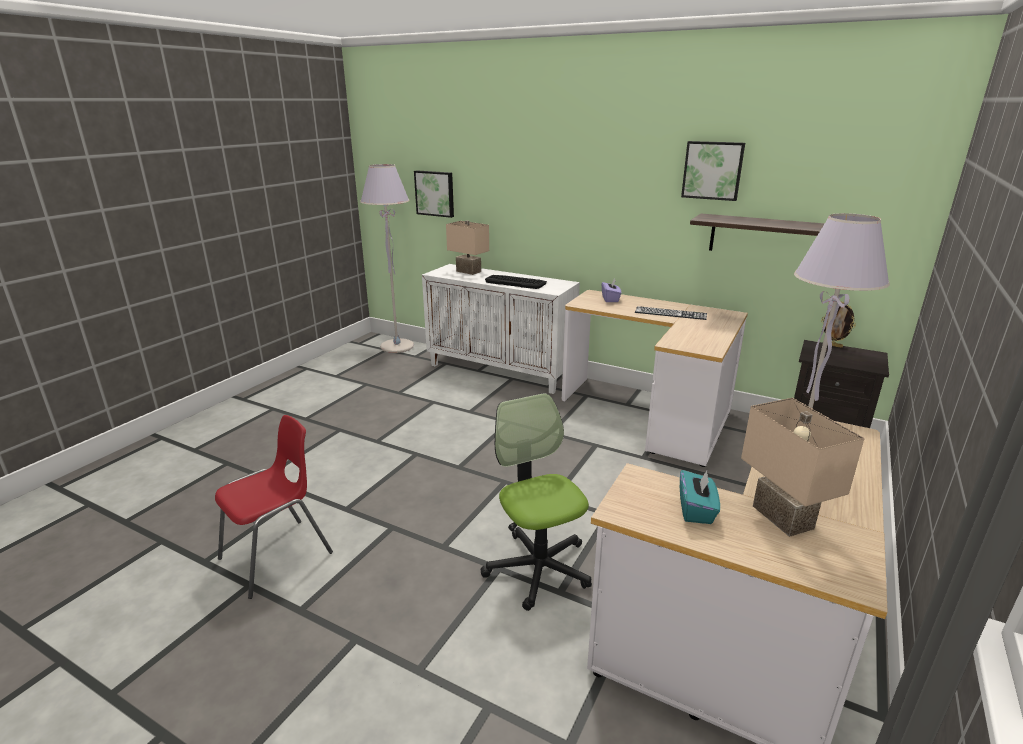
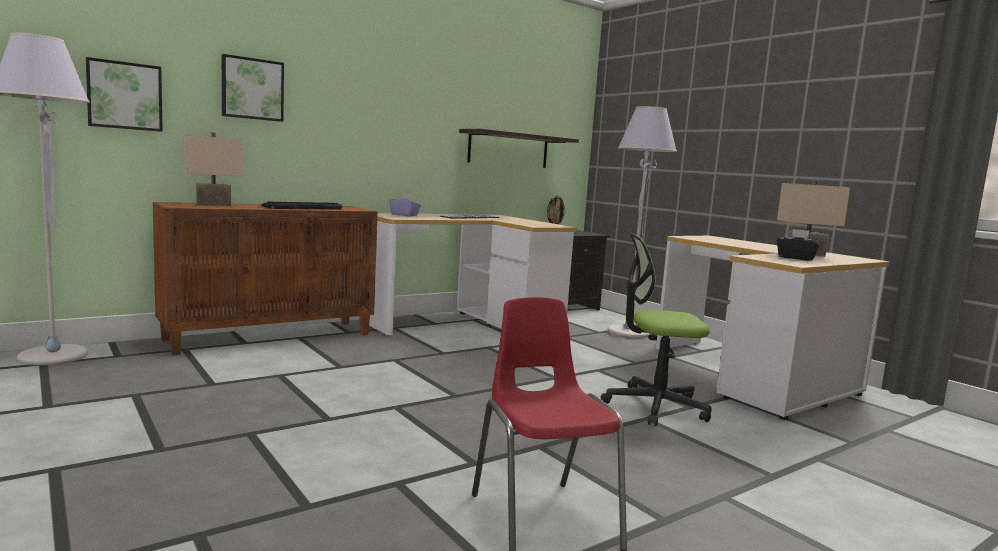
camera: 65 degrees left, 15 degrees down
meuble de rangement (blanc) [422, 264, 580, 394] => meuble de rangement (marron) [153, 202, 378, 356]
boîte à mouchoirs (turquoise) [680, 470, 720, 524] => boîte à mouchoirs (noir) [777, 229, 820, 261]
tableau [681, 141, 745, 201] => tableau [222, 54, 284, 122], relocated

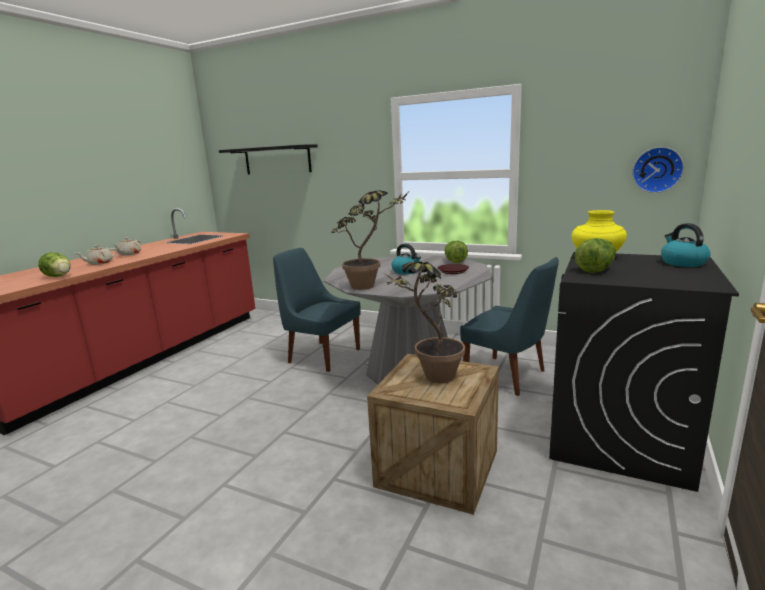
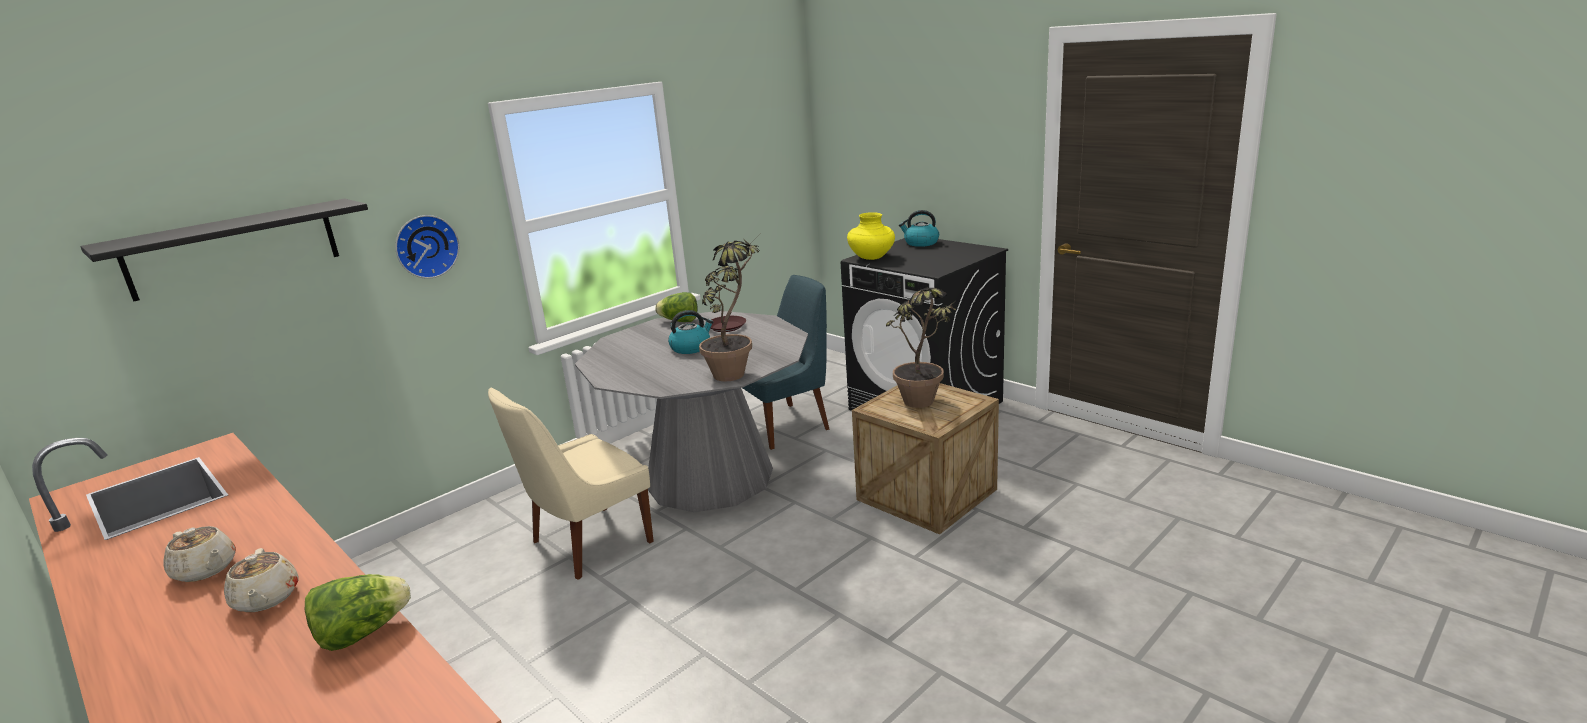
camera: 70 degrees left, 5 degrees up
chaise (bleu) [273, 248, 360, 372] => chaise (beige) [488, 388, 654, 580]
laitue [575, 238, 616, 273] => nothing
horloge murale [632, 147, 684, 193] => horloge murale [395, 215, 460, 279], relocated

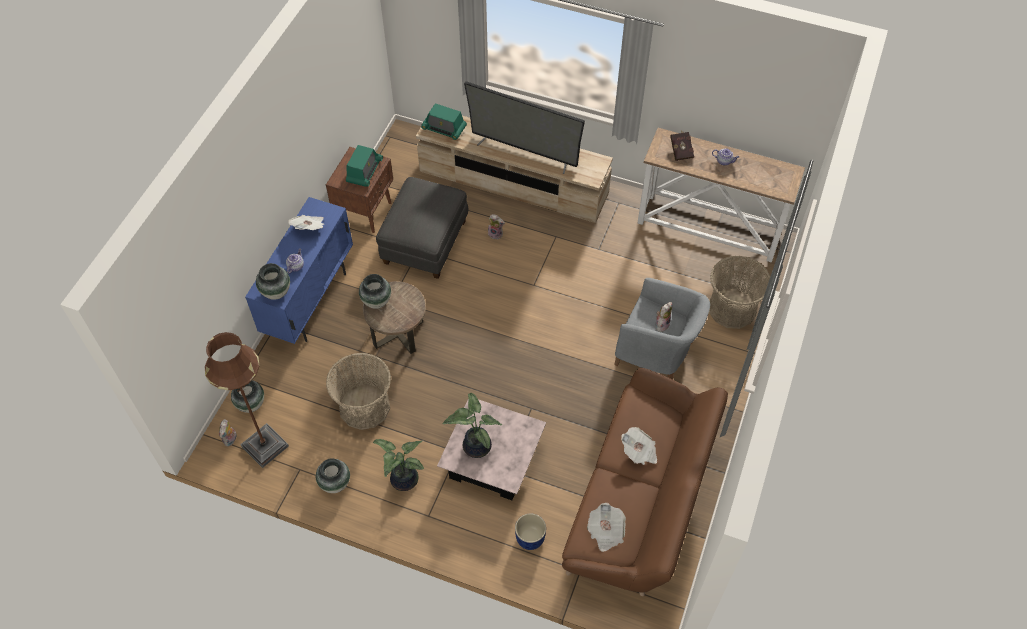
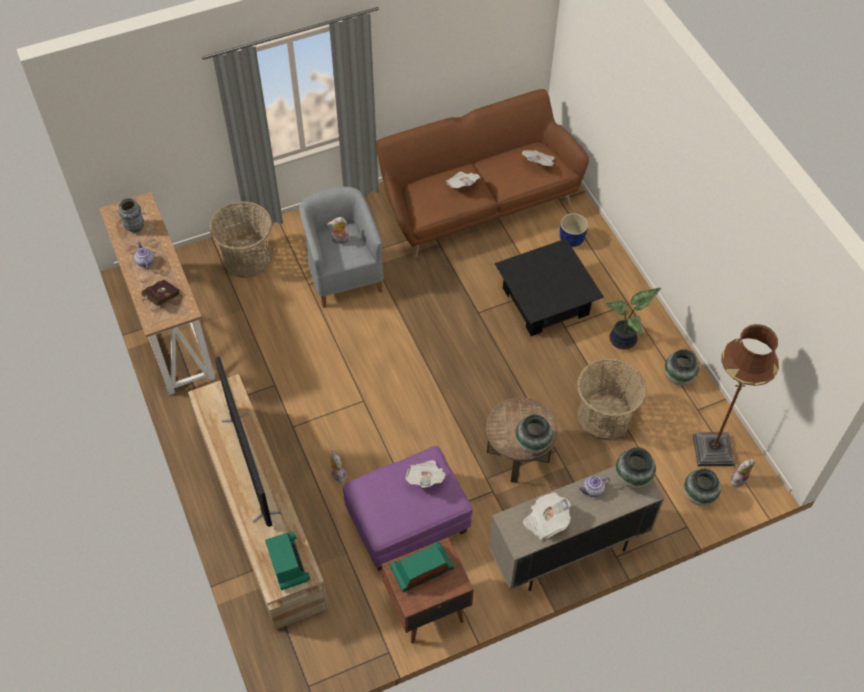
camera: 135 degrees left, 0 degrees up
meuble de rangement (bleu) [245, 197, 353, 344] => meuble de rangement (beige) [488, 466, 664, 591]
pouf (gris) [376, 177, 468, 279] => pouf (violet) [343, 446, 473, 571]
table basse (rose) [437, 398, 546, 500] => table basse (noir) [495, 239, 604, 336]
plante en pot [443, 393, 502, 458] => nothing
nothing => vase [119, 198, 144, 233]
nothing => journal [405, 460, 446, 488]

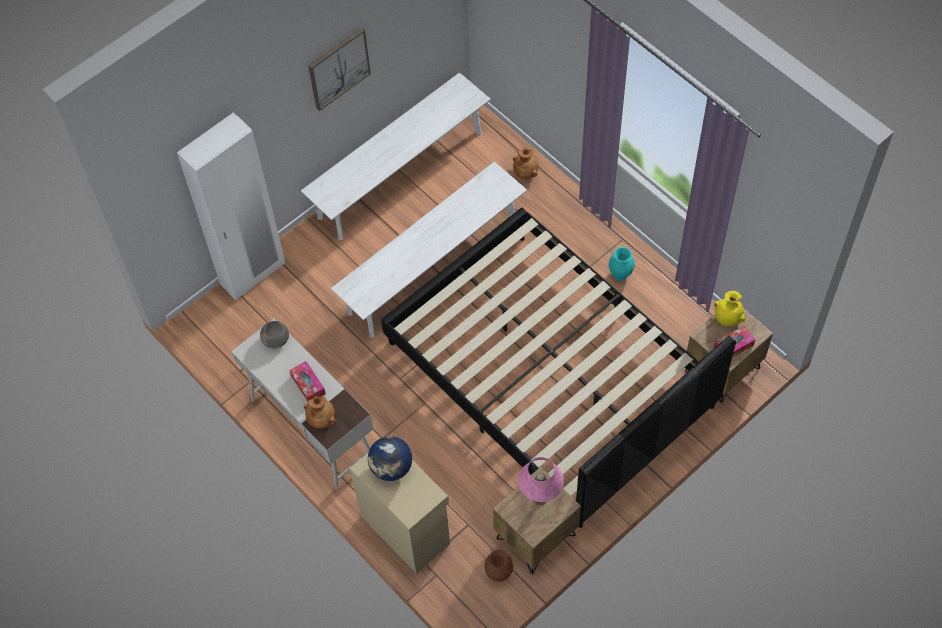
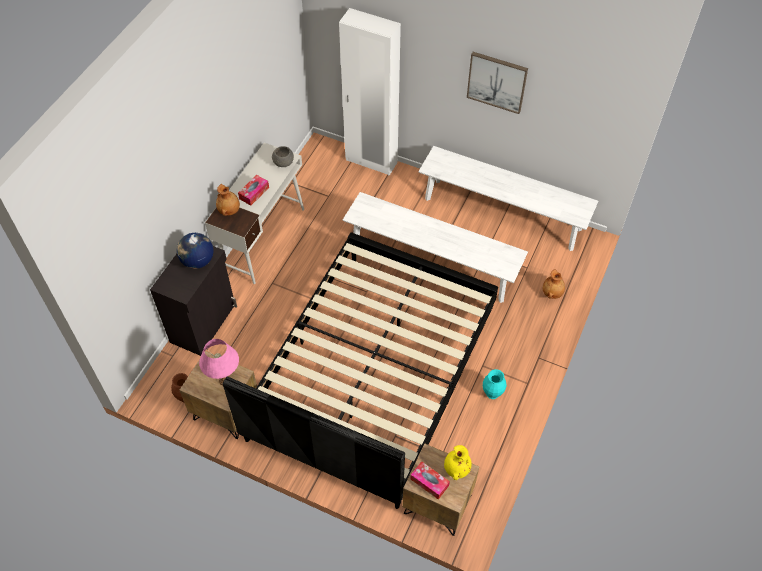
camera: 65 degrees right, 5 degrees down
meuble de rangement (beige) [350, 452, 450, 574] => meuble de rangement (noir) [150, 246, 237, 356]

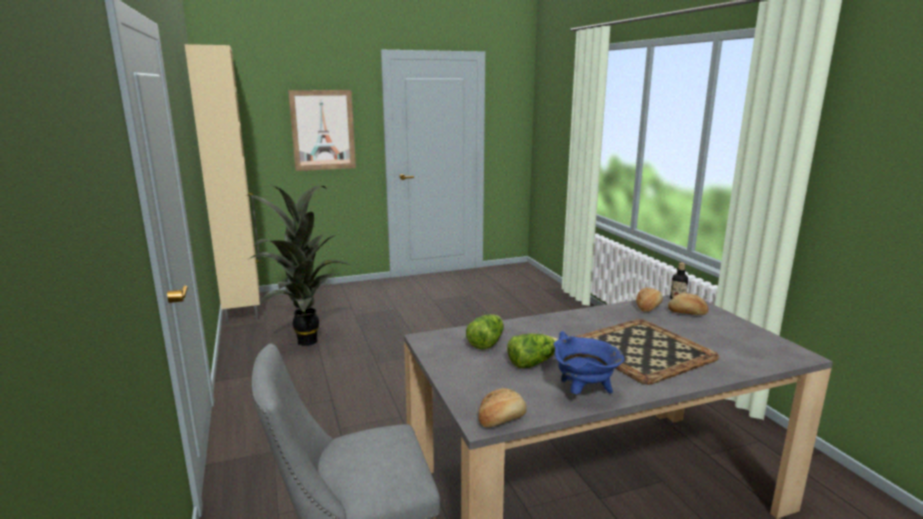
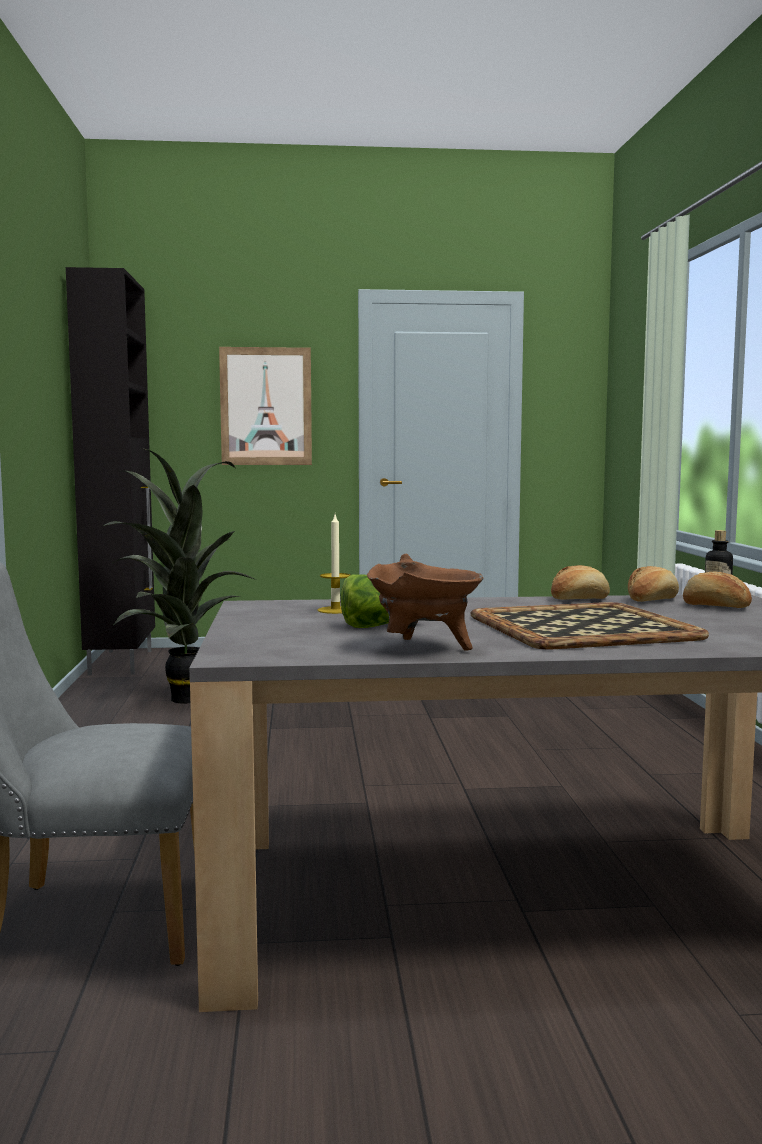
camera: 15 degrees right, 10 degrees down
meuble de rangement (beige) [184, 44, 260, 325] => meuble de rangement (noir) [66, 267, 155, 675]
laitue [466, 314, 504, 350] => bougie [317, 515, 350, 614]
pain [479, 388, 527, 427] => pain [551, 565, 610, 599], relocated
marmite (bleu) [553, 331, 624, 394] => marmite (marron) [367, 554, 484, 651]

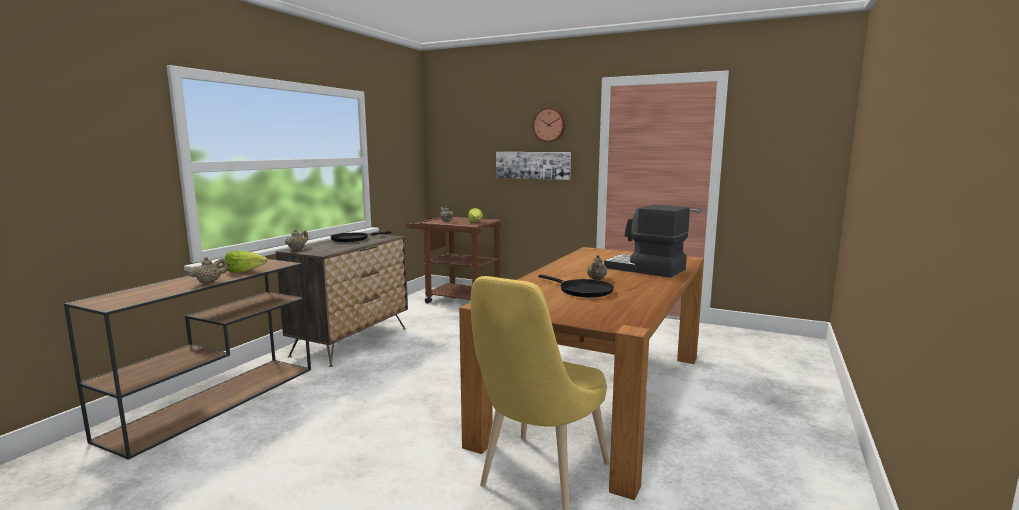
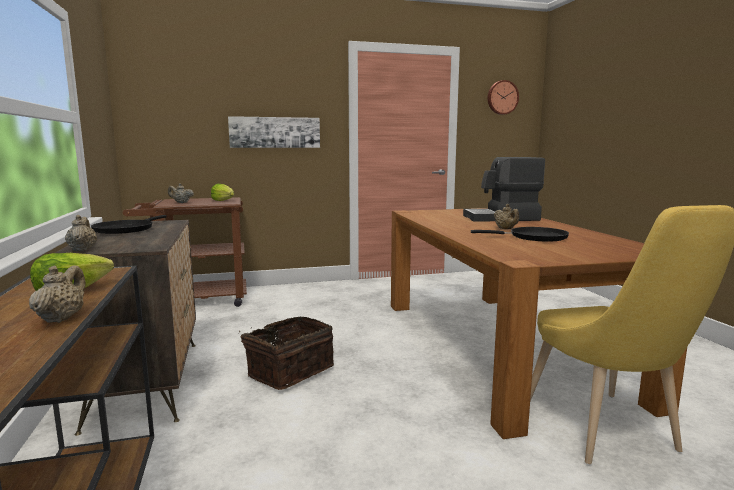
camera: 40 degrees left, 0 degrees up
horloge murale [533, 108, 565, 142] => horloge murale [488, 80, 519, 115], relocated
nothing => panier [238, 317, 334, 390]

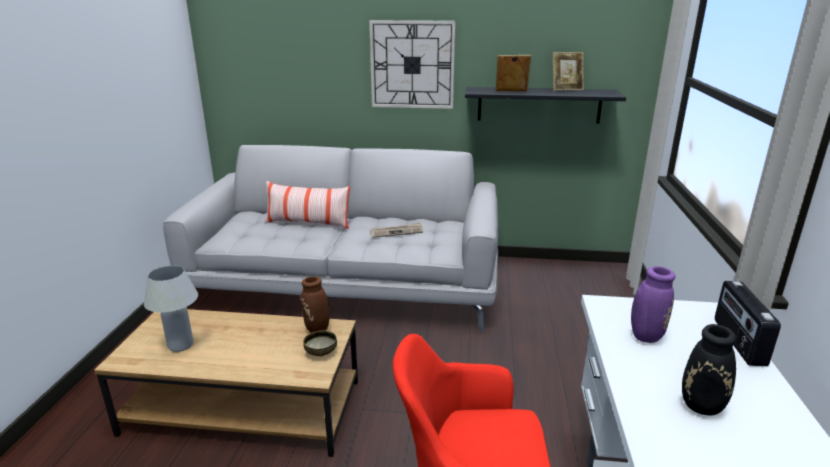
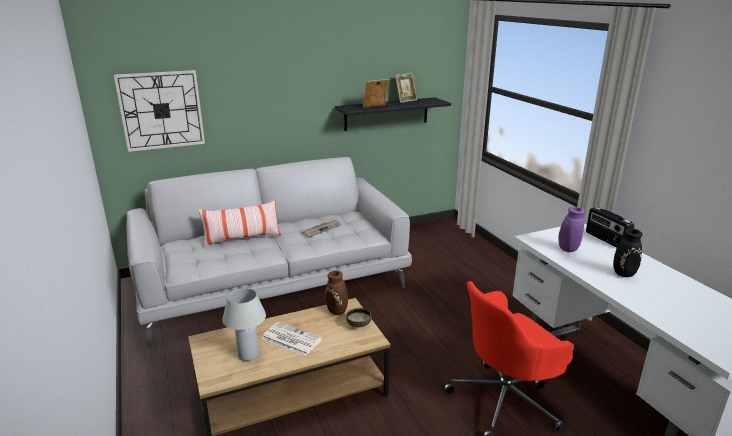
camera: 30 degrees left, 0 degrees up
horloge murale [369, 20, 456, 109] => horloge murale [114, 70, 205, 152], relocated
nothing => journal [261, 322, 323, 356]

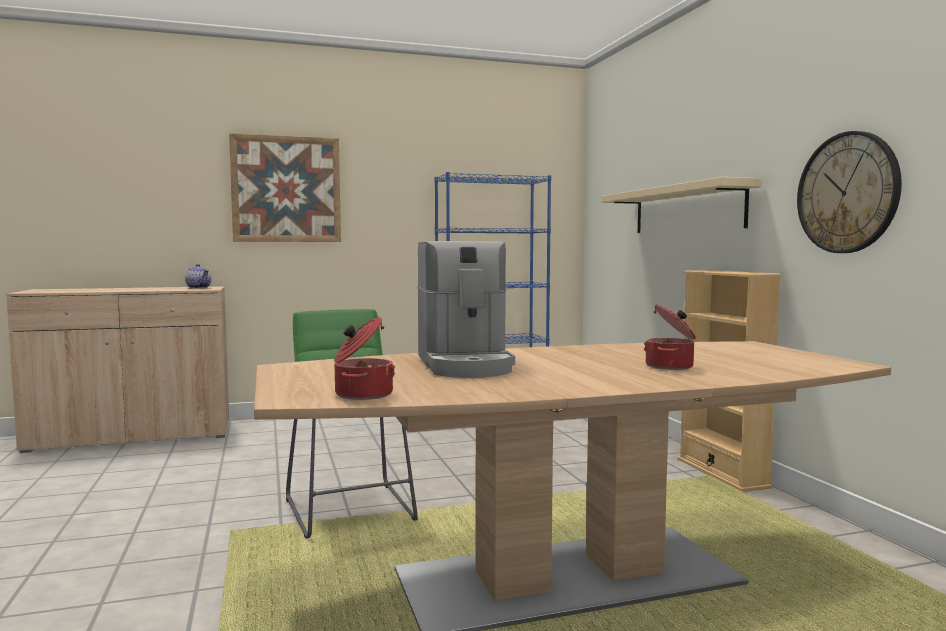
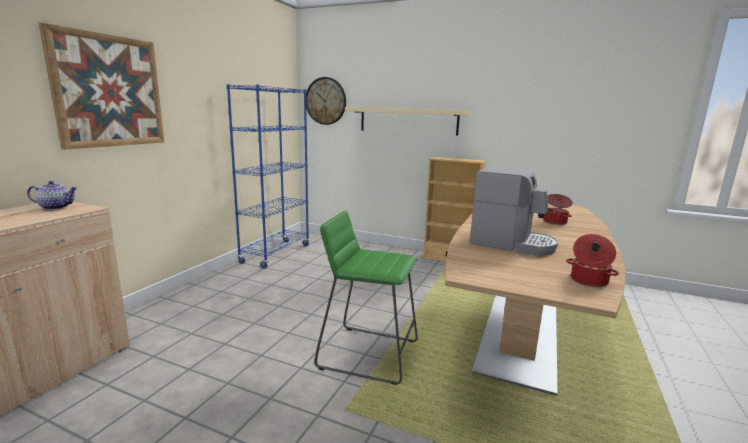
camera: 50 degrees left, 10 degrees up
horloge murale [797, 131, 902, 253] => horloge murale [306, 77, 346, 125], relocated

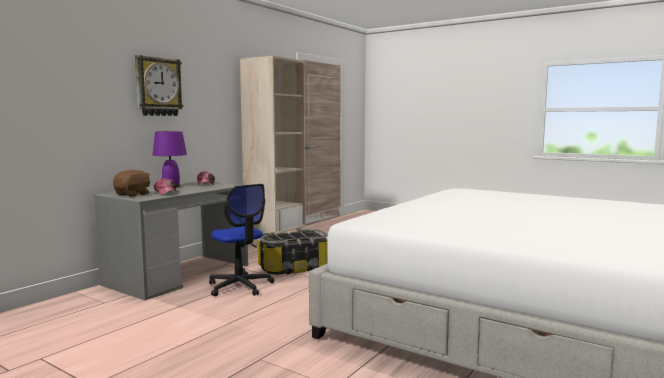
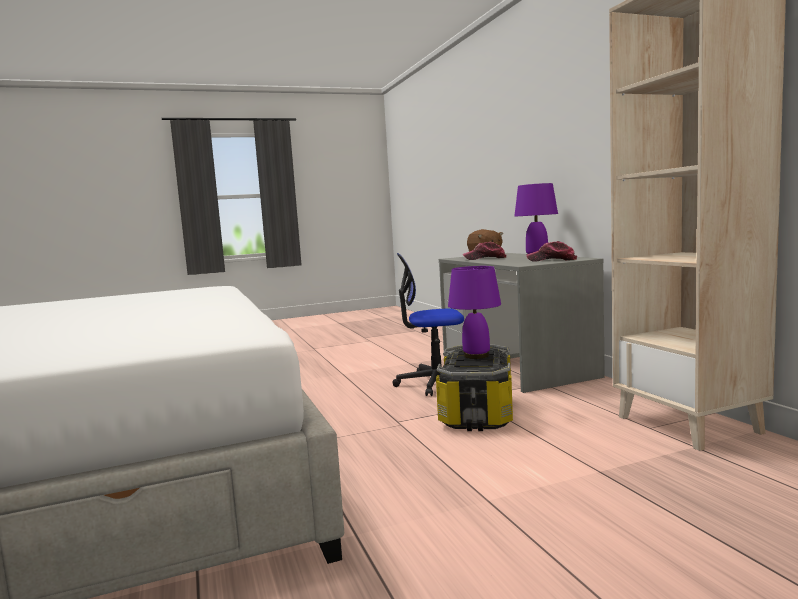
camera: 125 degrees right, 0 degrees up
horloge murale [135, 55, 184, 116] => nothing
nothing => lampe de table (violet) [448, 266, 501, 359]

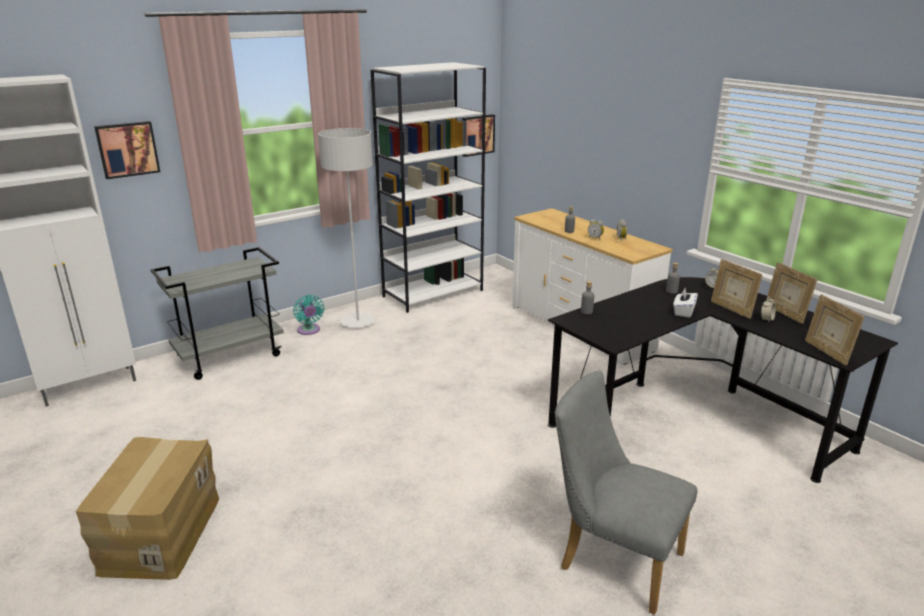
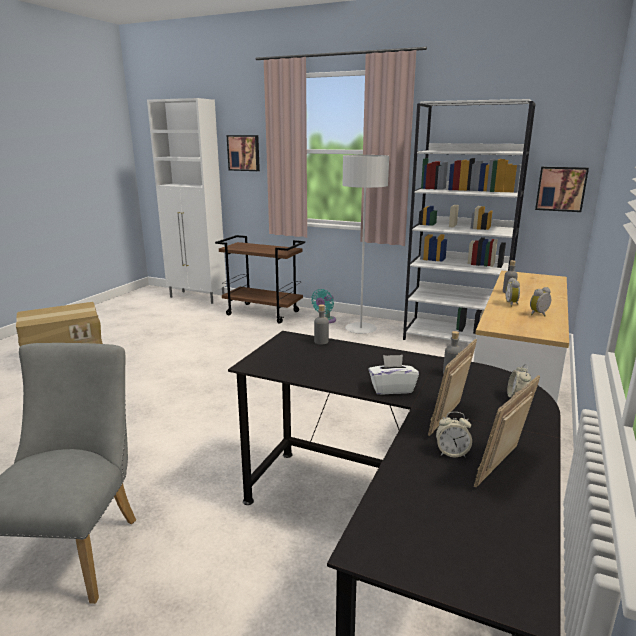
camera: 60 degrees right, 5 degrees down
chariot (gris) [151, 247, 284, 380] => chariot (marron) [215, 235, 305, 324]
cadre photo [805, 295, 864, 365] => nothing

